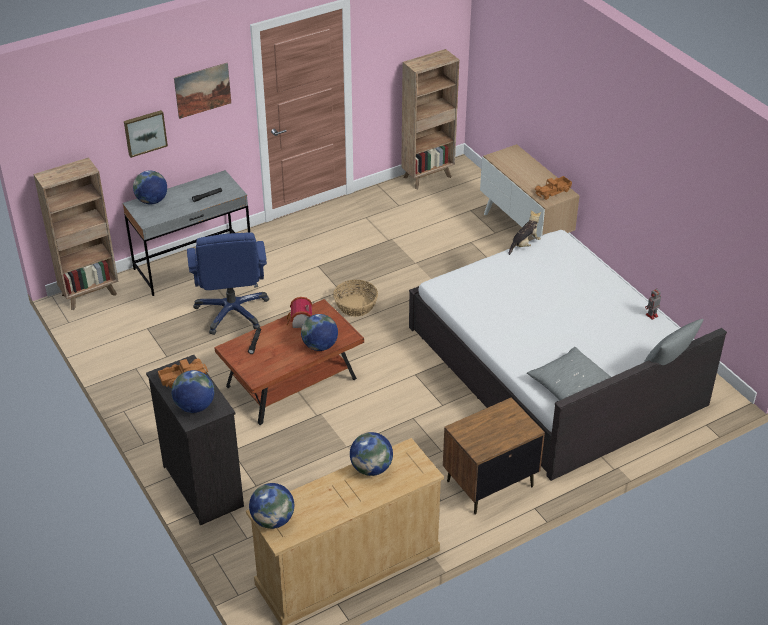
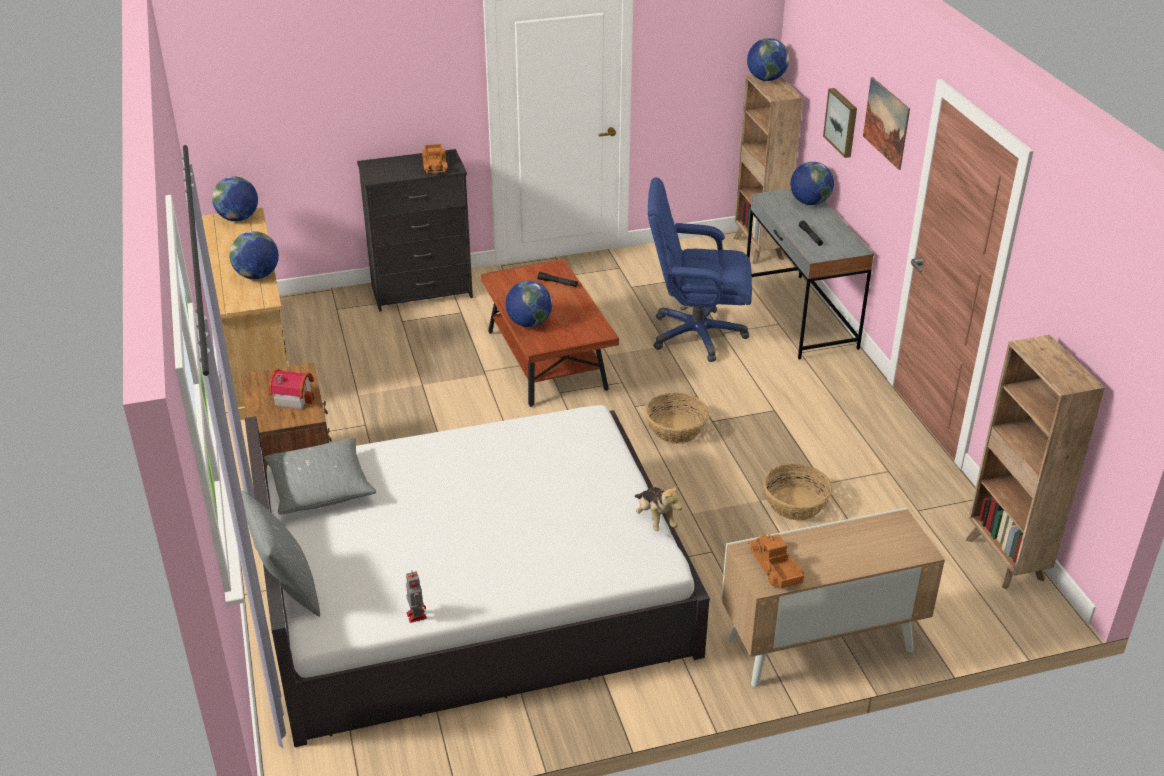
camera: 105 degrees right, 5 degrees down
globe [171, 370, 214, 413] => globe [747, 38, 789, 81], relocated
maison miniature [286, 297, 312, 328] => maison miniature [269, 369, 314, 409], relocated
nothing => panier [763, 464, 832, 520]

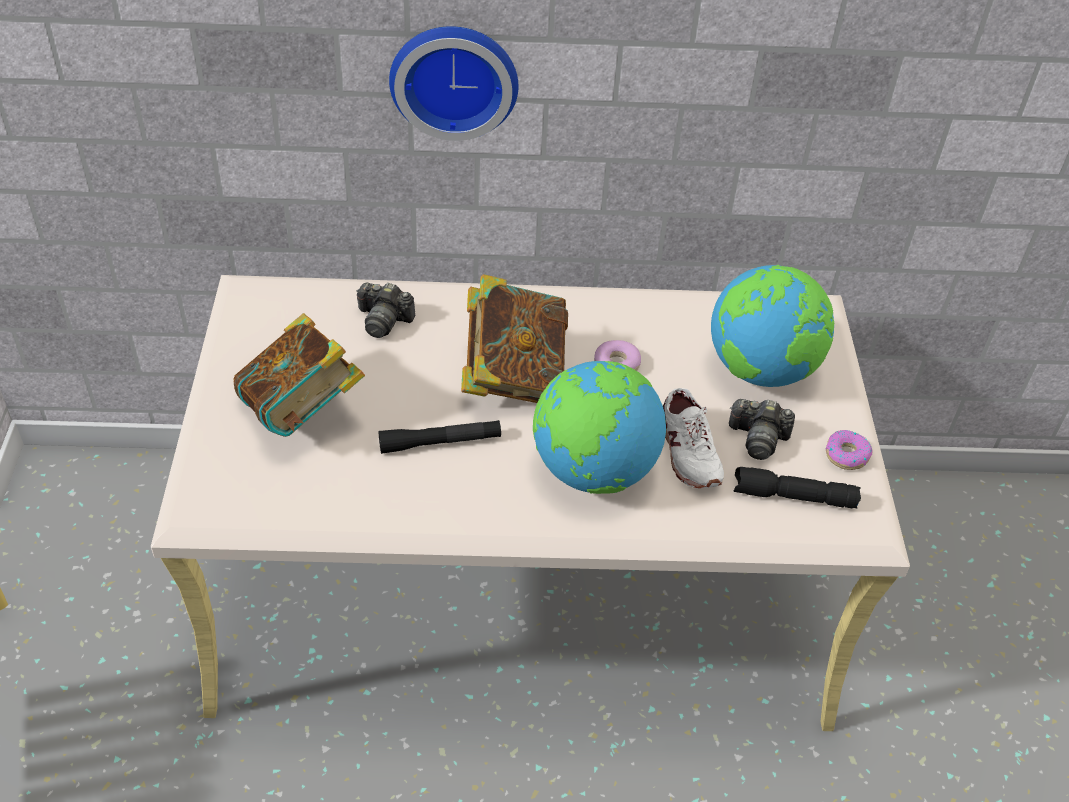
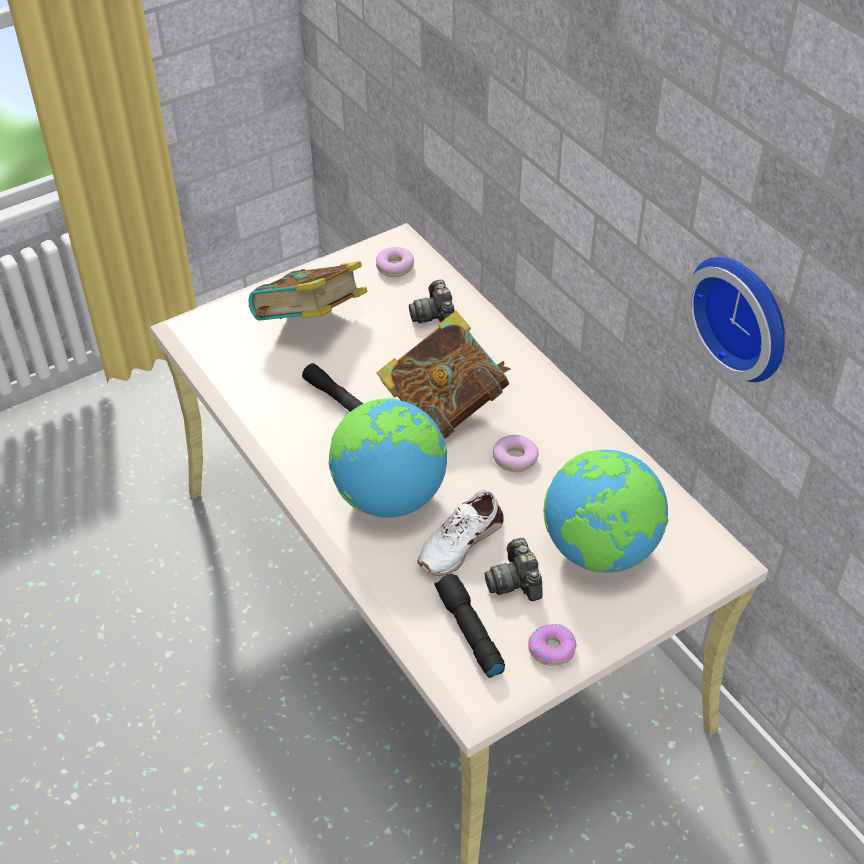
camera: 60 degrees right, 0 degrees up
horloge murale [389, 26, 519, 141] => horloge murale [685, 257, 785, 382], relocated
nothing => beignet [376, 247, 414, 277]

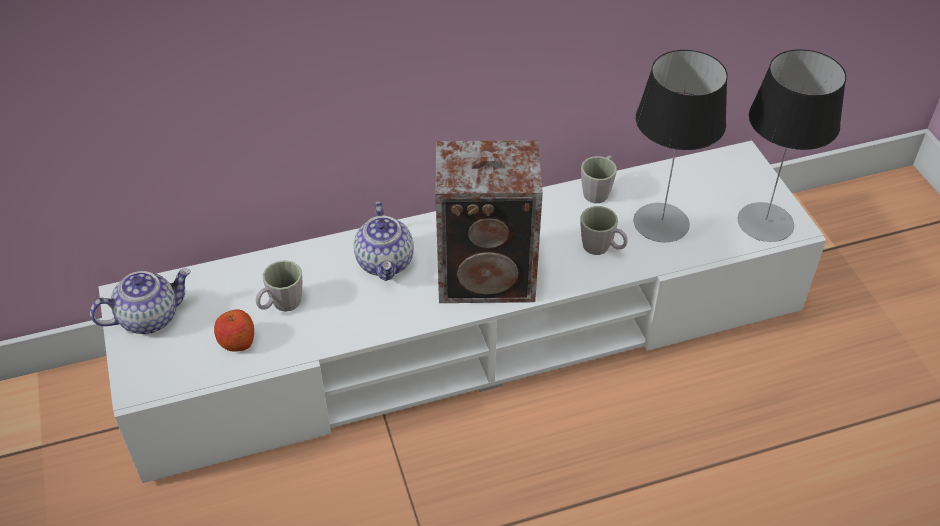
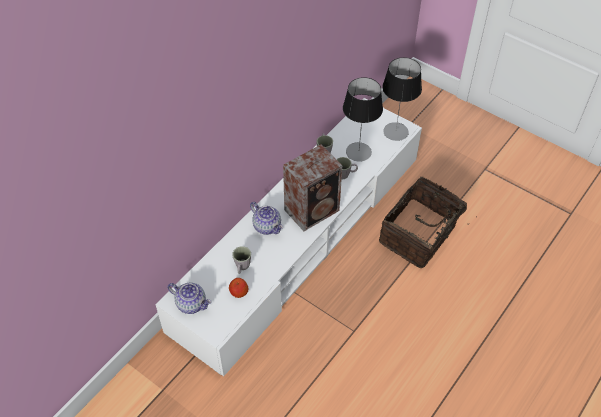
camera: 35 degrees left, 5 degrees up
théière [90, 268, 191, 334] => théière [167, 283, 212, 314], 90 degrees clockwise
nothing => panier [379, 176, 469, 268]

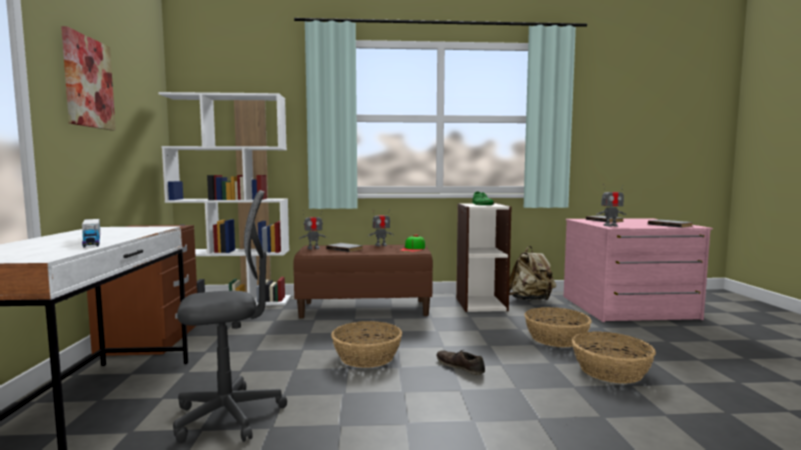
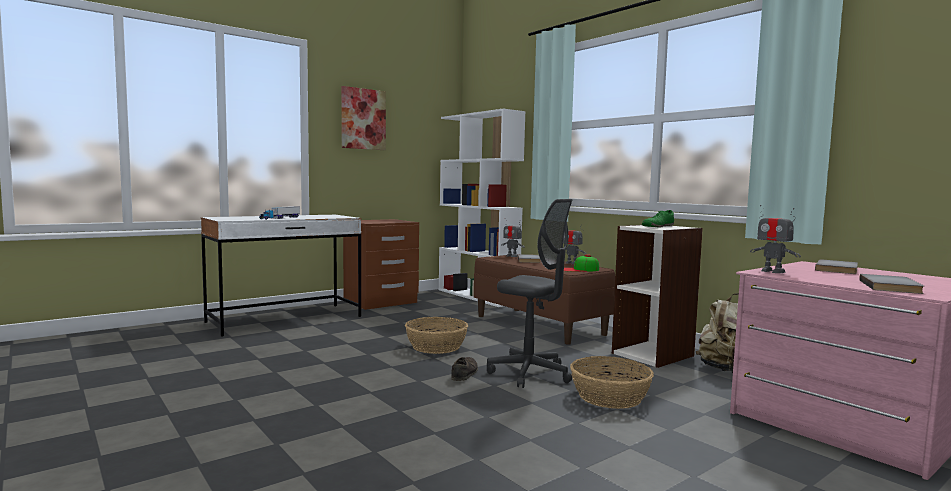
camera: 55 degrees right, 0 degrees up
chaise de bureau (gris) [173, 190, 287, 443] => chaise de bureau (gris) [487, 199, 573, 388], relocated
panier [572, 331, 656, 384] => nothing

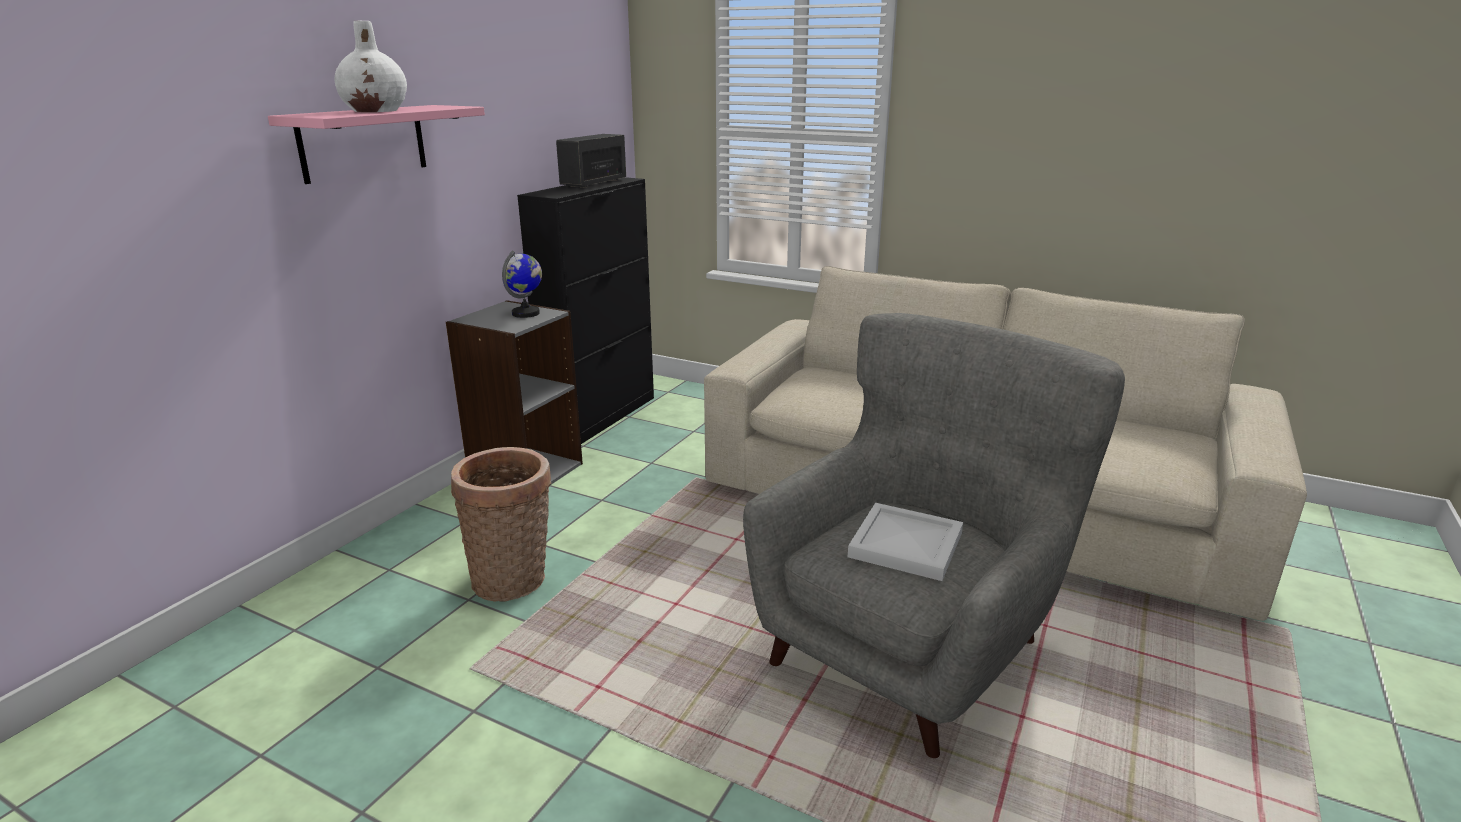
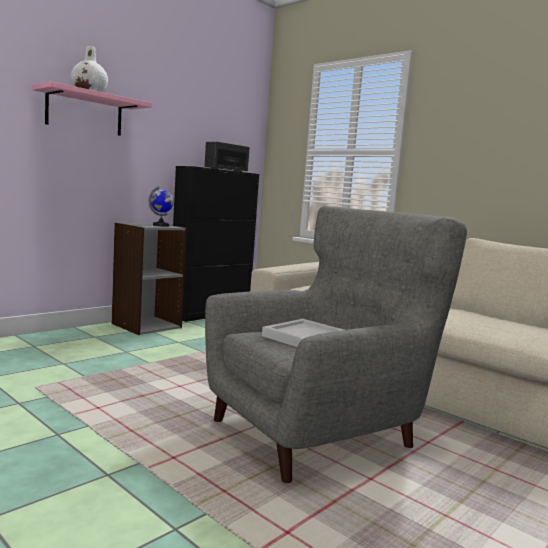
camera: 15 degrees right, 15 degrees down
panier [451, 447, 551, 602] => nothing

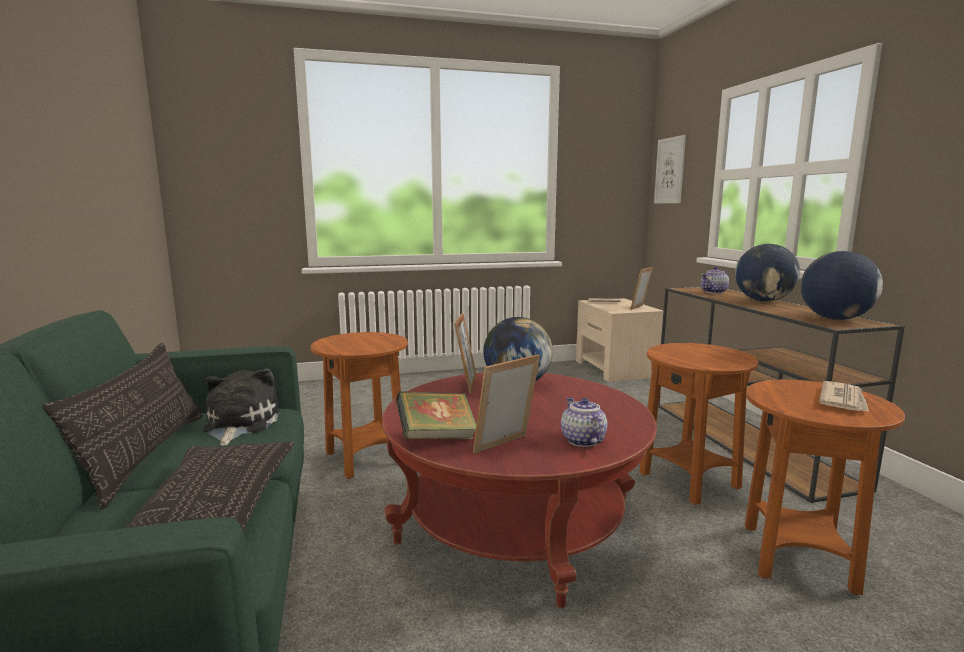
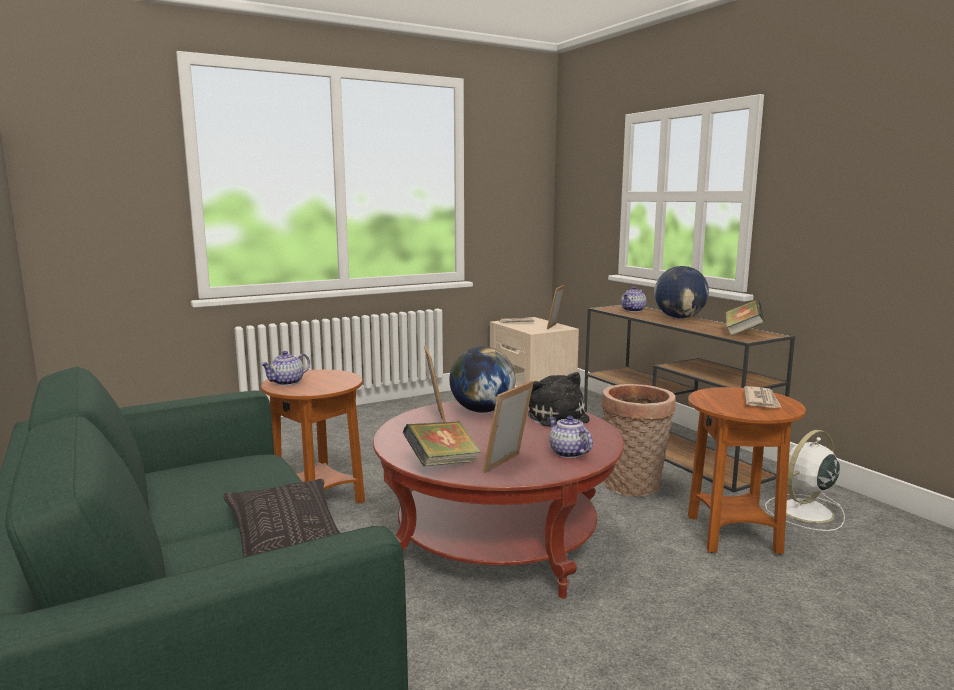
camera: 15 degrees left, 0 degrees up
coussin [42, 343, 203, 510] => nothing
peluche [202, 369, 280, 446] => peluche [528, 372, 590, 427], relocated
table d'appoint (marron) [639, 343, 758, 505] => panier [601, 384, 676, 496]
tableau [654, 135, 686, 203] => nothing
globe [800, 251, 883, 320] => livre [726, 300, 765, 336]
nothing => théière [260, 351, 310, 386]
nothing => ventilateur (blanc) [765, 430, 845, 531]

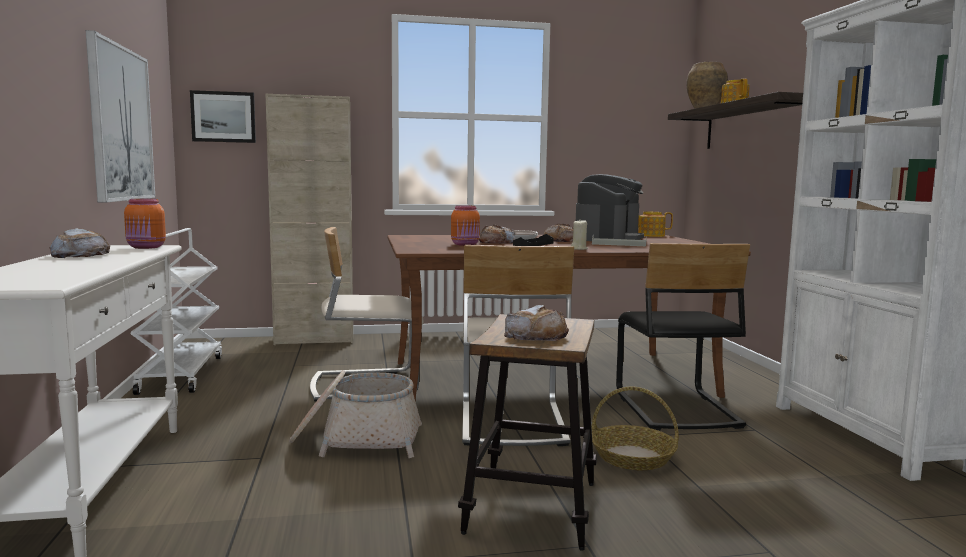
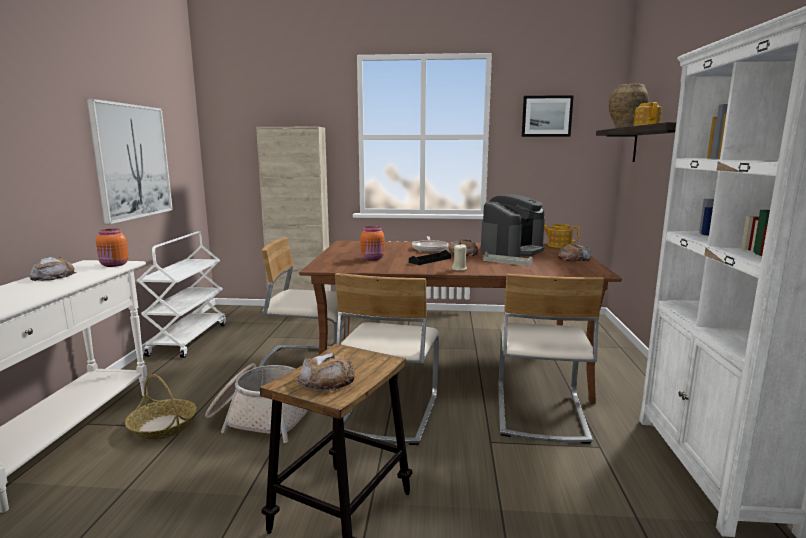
camera: 15 degrees right, 5 degrees up
tableau [190, 90, 256, 143] => tableau [522, 95, 574, 137], relocated
pain [479, 224, 516, 244] => pain [558, 243, 591, 261], relocated
panier [591, 386, 679, 470] => panier [125, 374, 197, 440], relocated
chaise (noir) [616, 243, 750, 430] => chaise (beige) [498, 274, 604, 444]

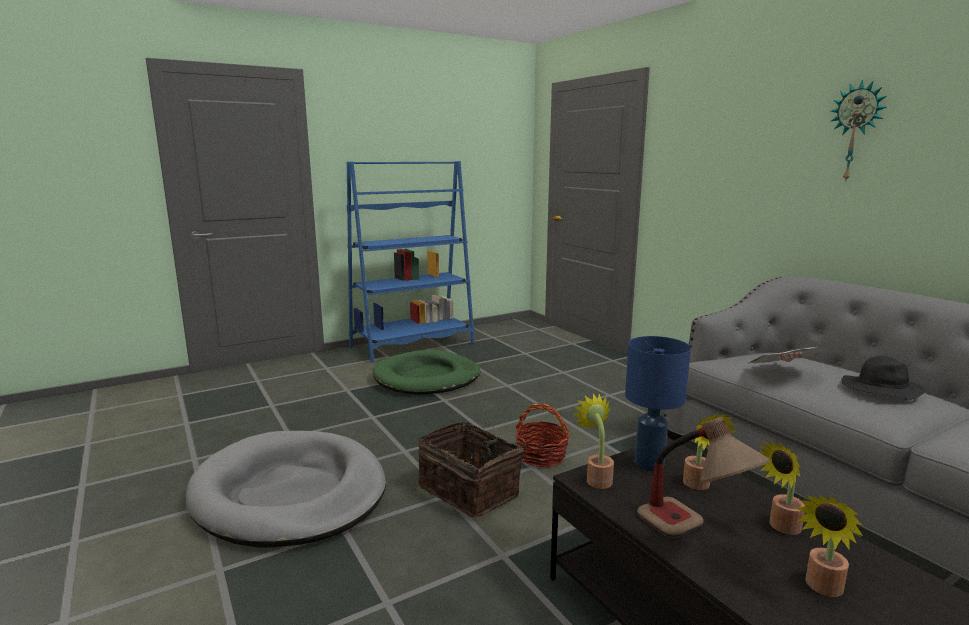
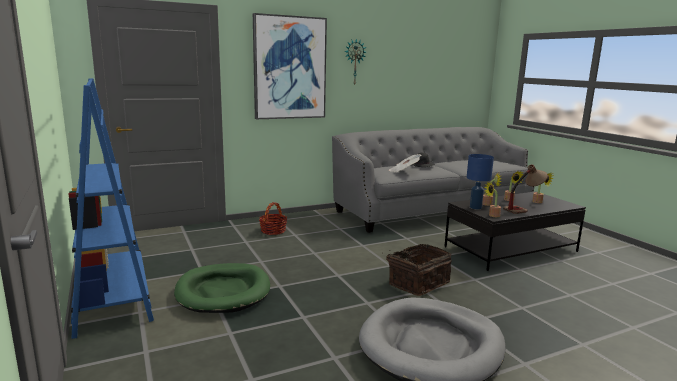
camera: 85 degrees left, 0 degrees up
panier [515, 403, 569, 467] => panier [259, 202, 287, 235], relocated
nothing => tableau [253, 13, 327, 119]

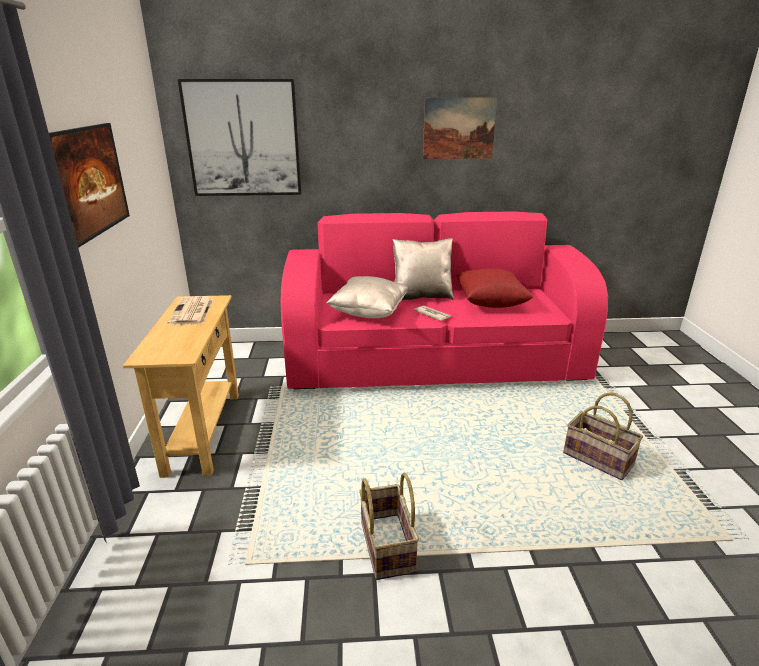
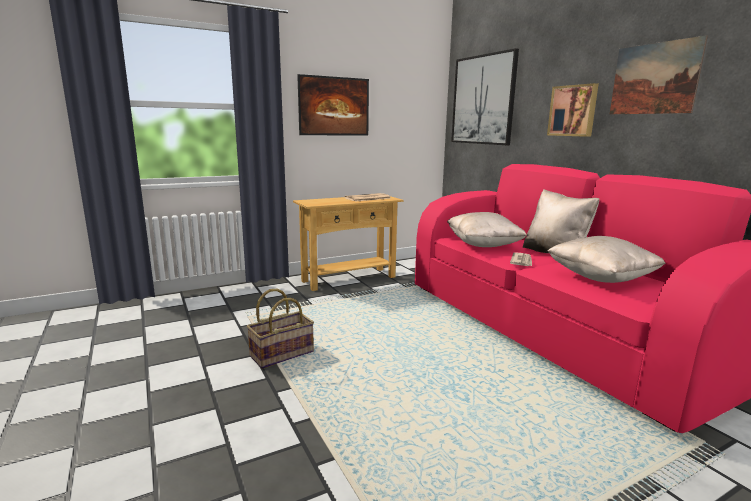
camera: 65 degrees right, 10 degrees down
coussin (rouge) [457, 269, 533, 308] => coussin (beige) [546, 236, 665, 283]
panier [563, 393, 643, 480] => nothing
nothing => tableau [547, 83, 599, 137]

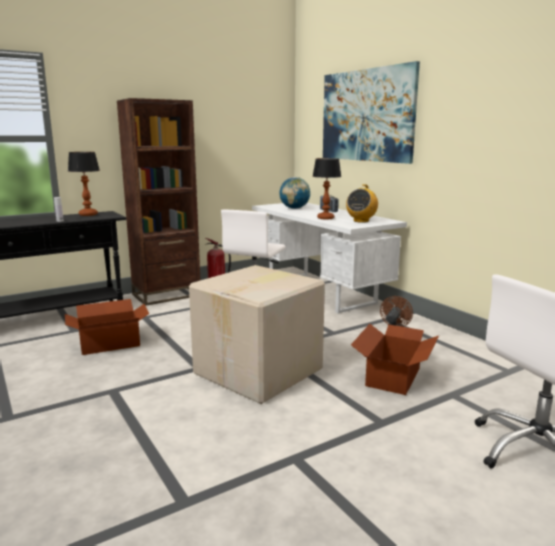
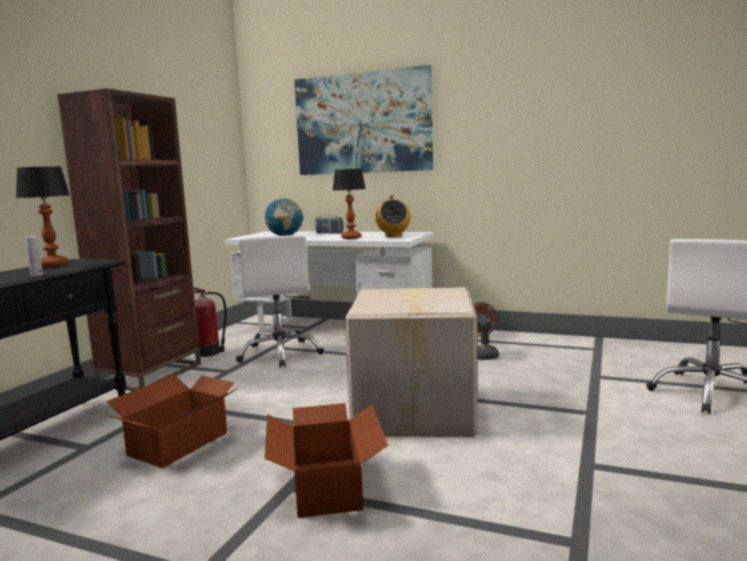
camera: 35 degrees left, 5 degrees down
carton [351, 324, 439, 395] => carton [264, 403, 388, 518], relocated

